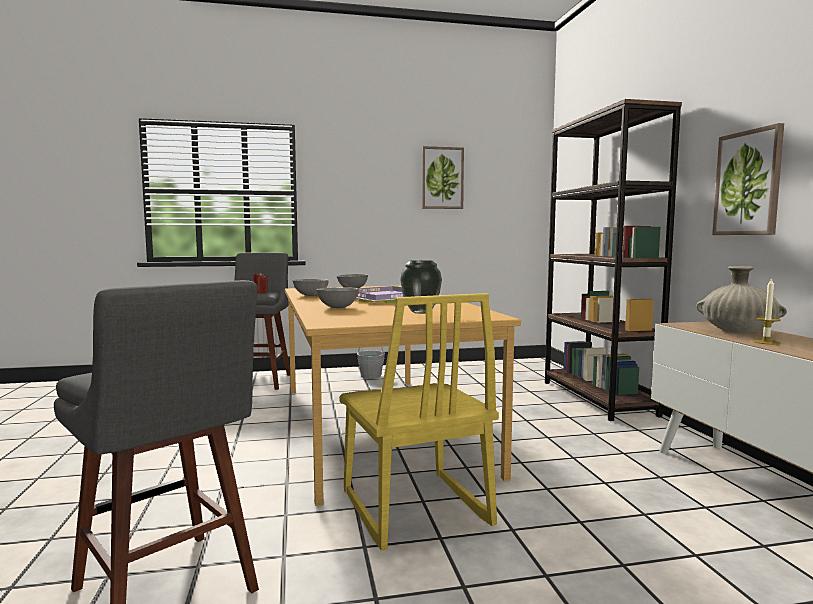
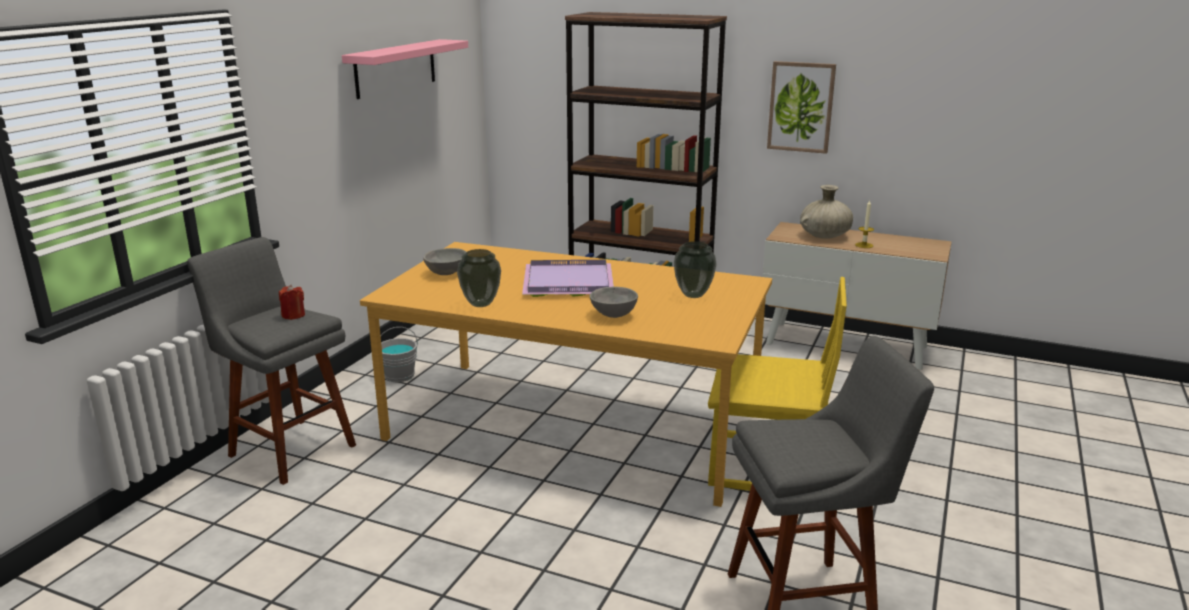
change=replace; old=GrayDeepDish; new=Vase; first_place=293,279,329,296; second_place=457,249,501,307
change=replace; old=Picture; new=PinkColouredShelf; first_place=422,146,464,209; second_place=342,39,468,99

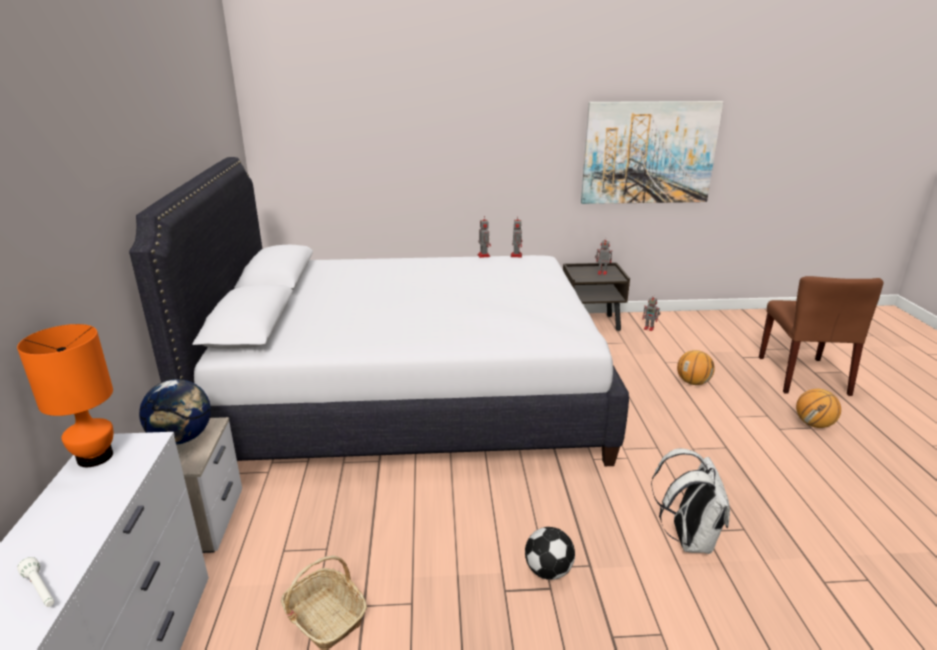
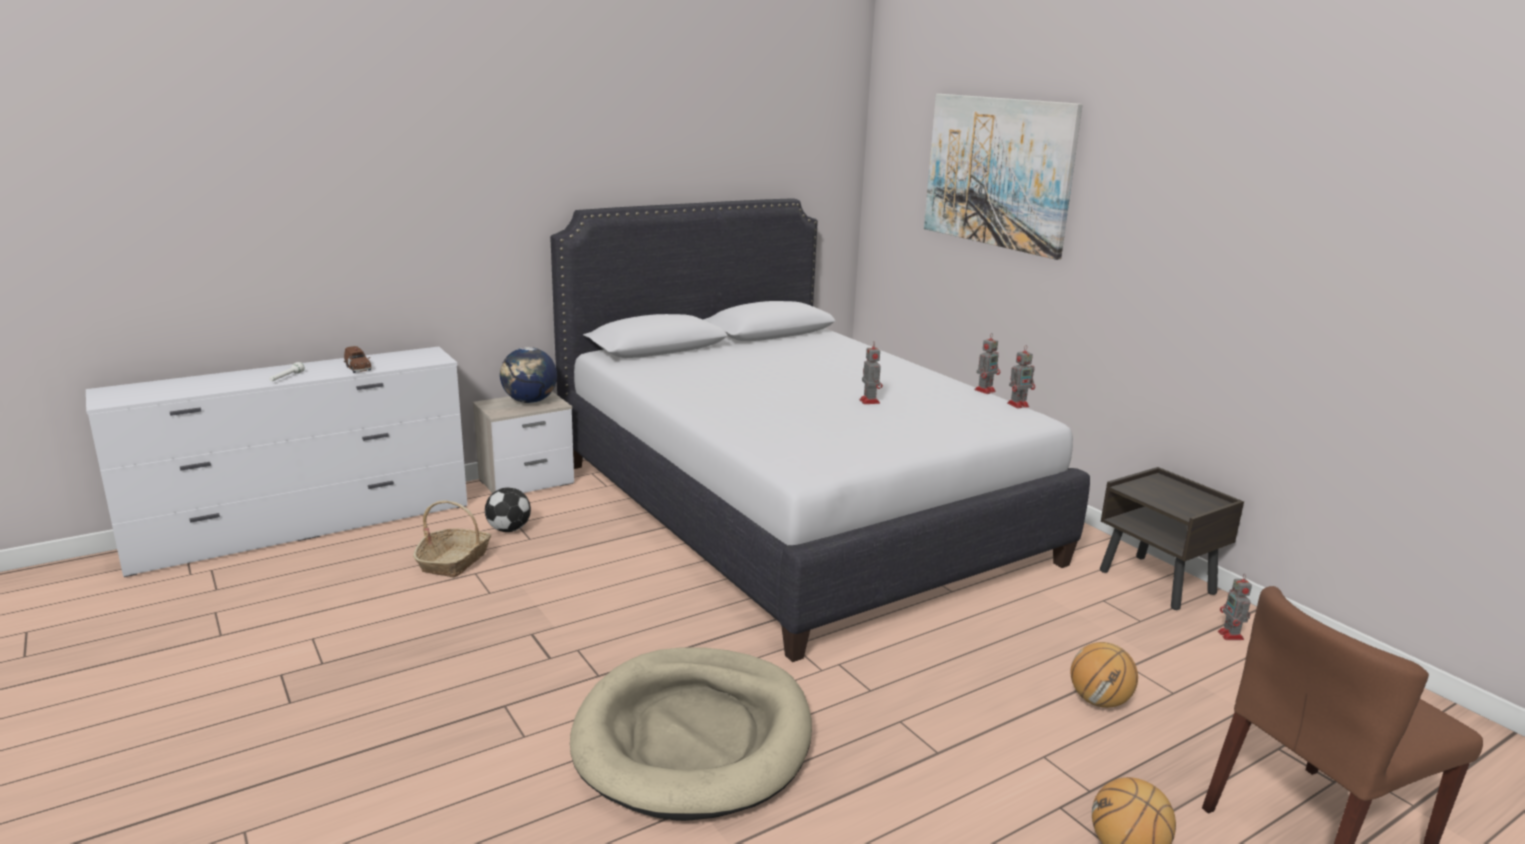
change=delete; old=OrangeTableLamp; first_place=17,324,113,467
change=move; old=FootballBall; first_place=525,527,575,580; second_place=485,487,531,532
change=move; old=Picture; first_place=581,101,723,204; second_place=924,94,1083,260
change=move; old=ModelRobot; first_place=595,237,612,275; second_place=859,342,883,404
change=replace; old=WhitishKnapsack; new=SandColouredDogBed; first_place=651,448,730,554; second_place=570,647,812,821
change=insert; new=BrownishModelCar; second_place=344,346,371,373

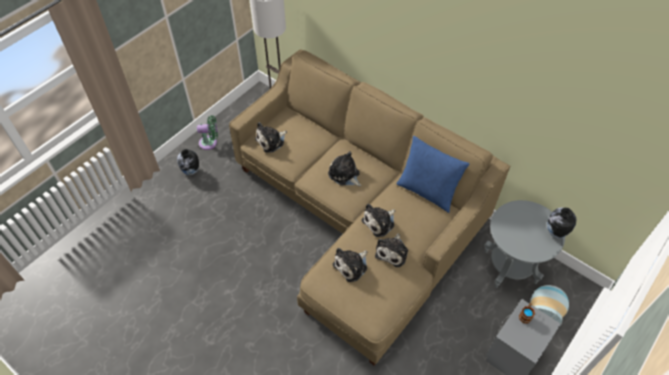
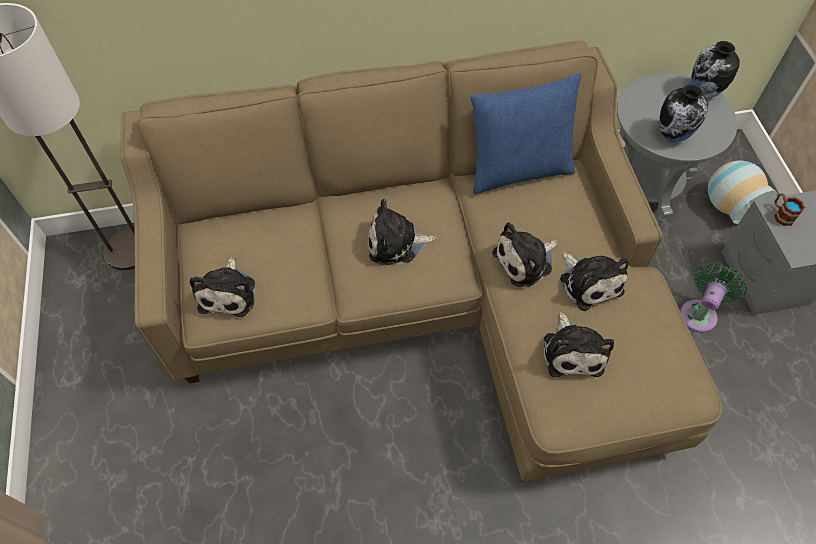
change=move; old=Vase; first_place=177,149,199,175; second_place=659,84,708,142
change=move; old=GreenishElectricFan; first_place=197,115,218,150; second_place=680,263,747,333
change=rotate; old=PlushToy; first_place=361,204,395,237; second_place=492,222,558,287; degrees=60

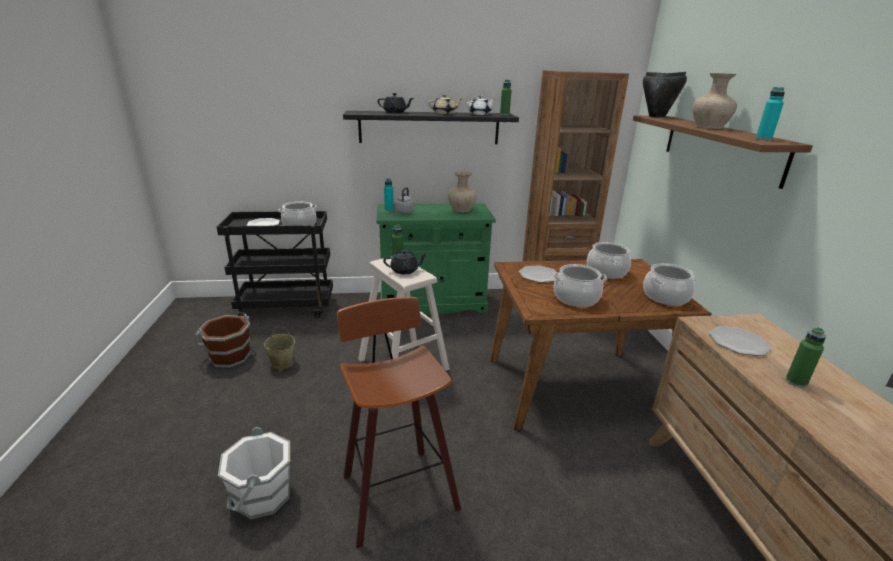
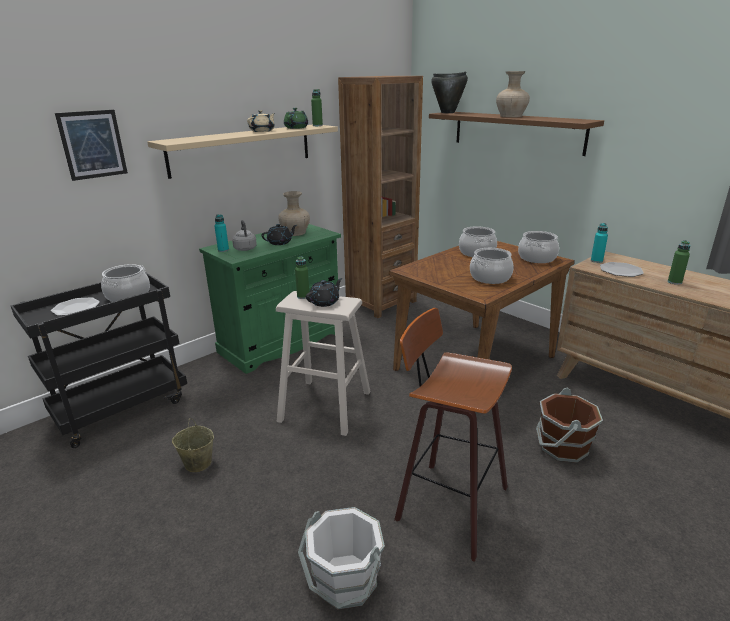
change=move; old=BrownishWaterBucket; first_place=195,313,251,368; second_place=536,388,603,463
change=recolor; old=BlackColouredShelf; new=SandColouredShelf; first_place=343,111,519,144; second_place=147,124,338,179
change=move; old=BlackColouredPotForTea; first_place=377,93,414,113; second_place=261,224,297,245
change=recolor; old=WhitishPotForTea; new=GreenishPotForTea; first_place=467,95,495,115; second_place=284,108,308,129
change=delete; old=DinnerPlate; first_place=519,265,557,283
change=move; old=BlueGreenBeverageBottle; first_place=756,87,785,140; second_place=591,223,608,263
change=insert; new=Picture; second_place=55,110,128,181

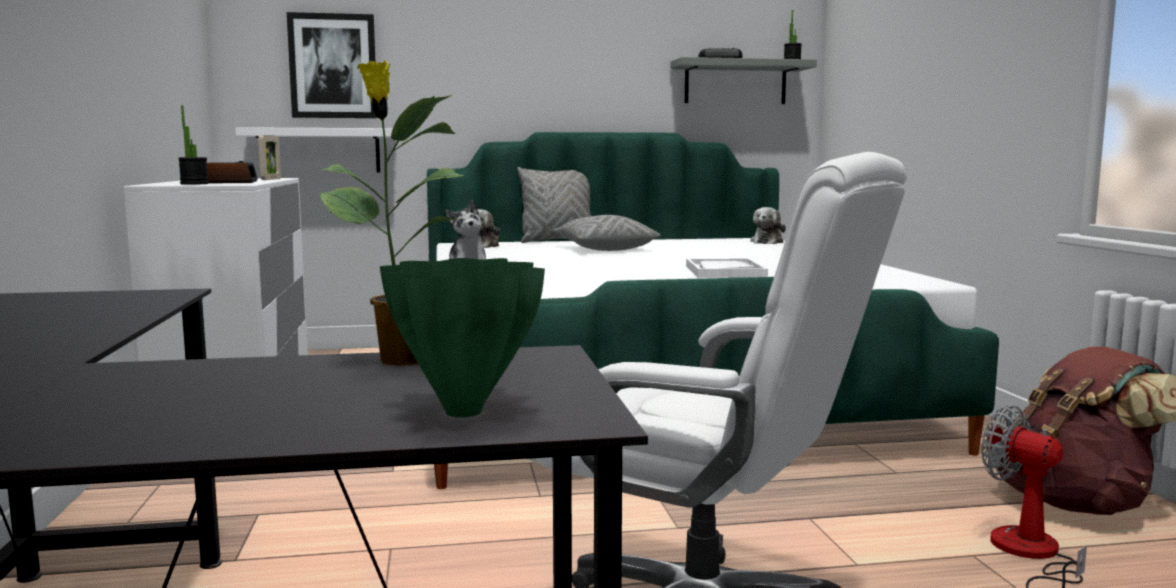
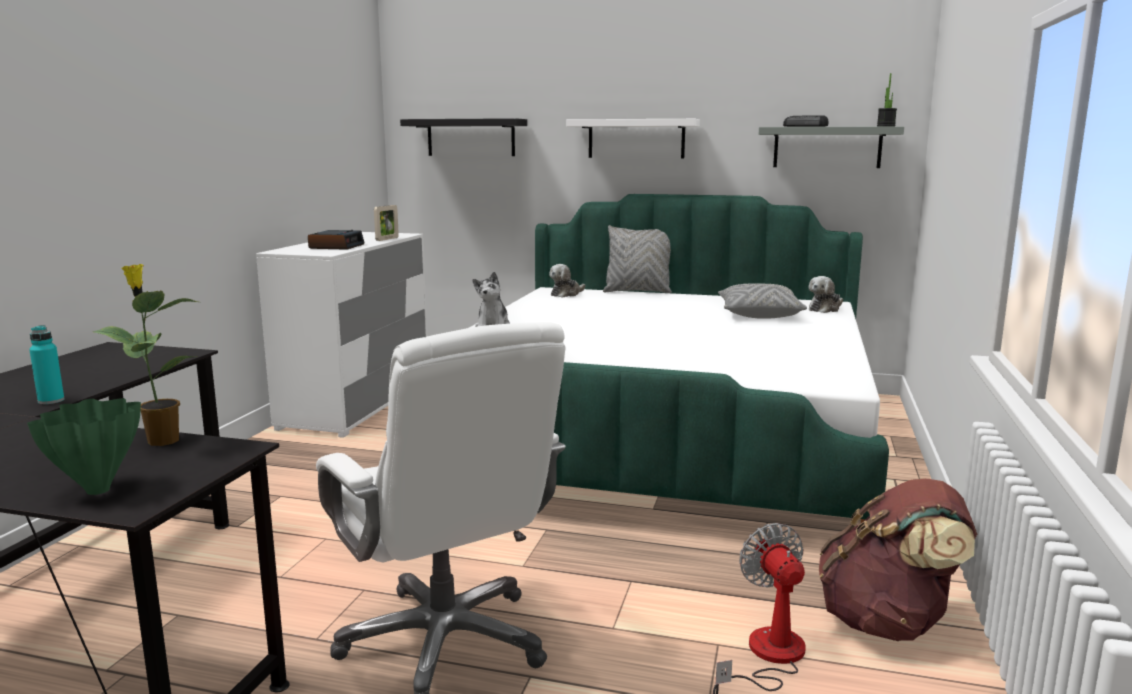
change=delete; old=PlantInAPot; first_place=178,105,209,185
change=move; old=WhitishShelf; first_place=235,127,393,172; second_place=566,119,700,158
change=replace; old=Picture; new=BlackColouredShelf; first_place=287,12,378,118; second_place=400,118,527,156
change=move; old=GrayThrowPillow; first_place=553,215,661,251; second_place=718,284,807,319
change=delete; old=WhitishServingTray; first_place=686,258,768,278
change=insert; new=BlueGreenBeverageBottle; second_place=29,325,64,404

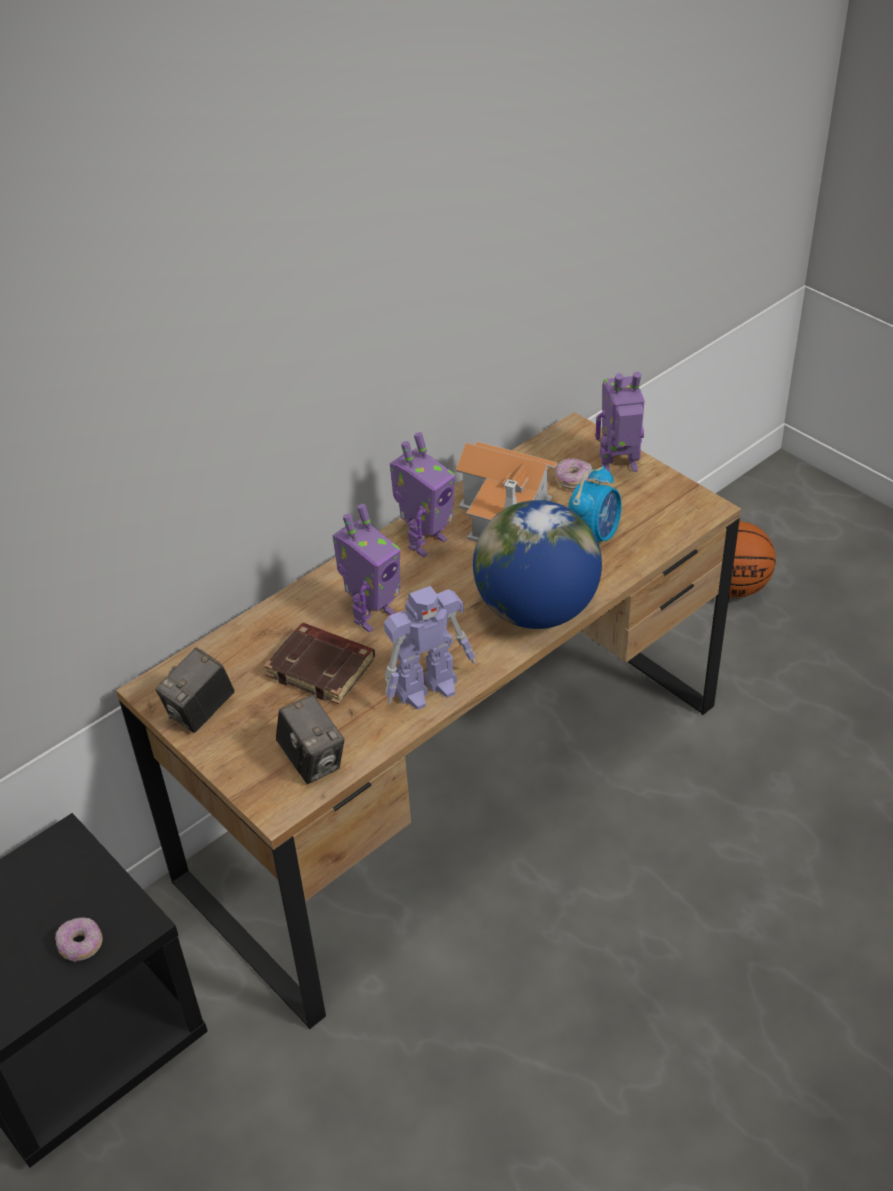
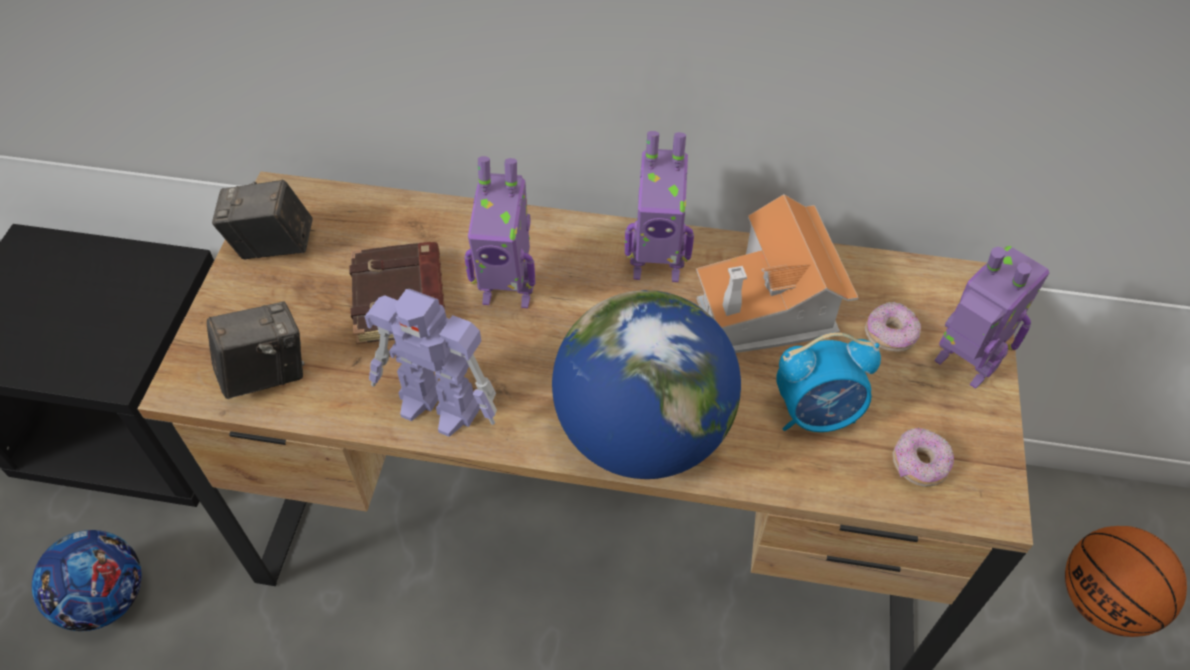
change=move; old=Donut; first_place=55,917,103,963; second_place=892,428,954,487
change=rotate; old=PhotoCamera; first_place=276,695,344,784; second_place=207,301,305,399; degrees=-135
change=insert; new=FootballBall; second_place=32,530,142,631

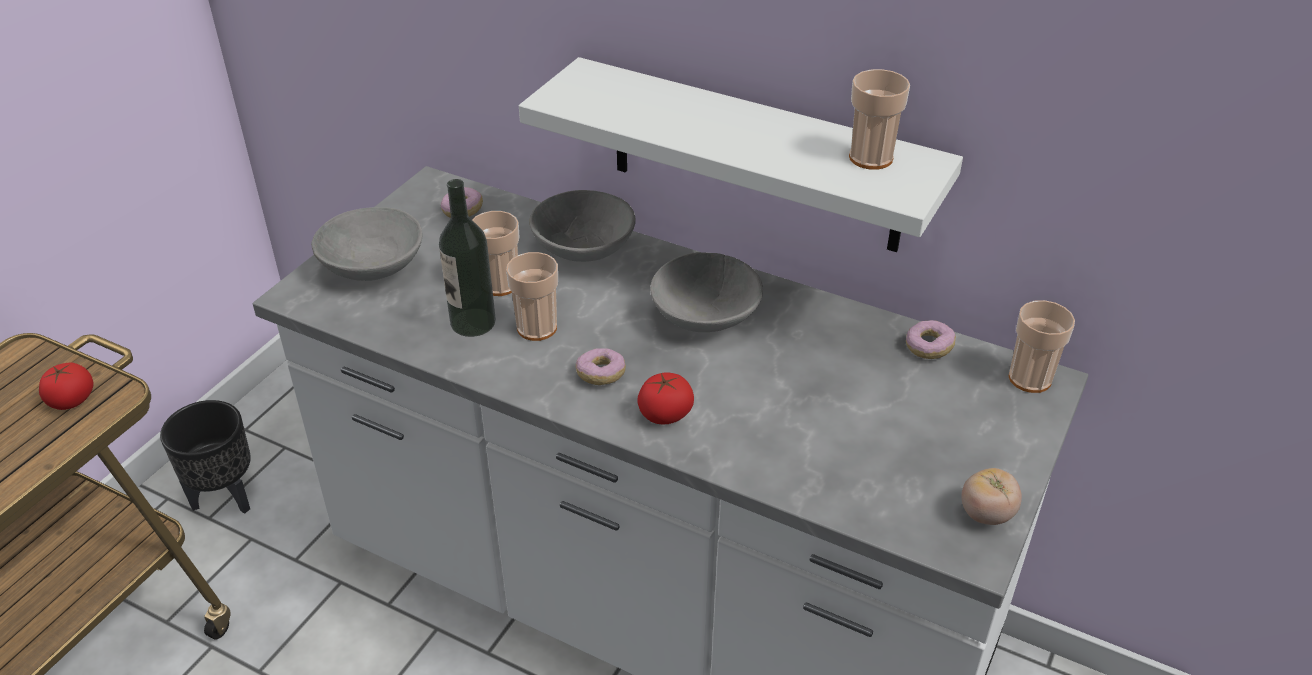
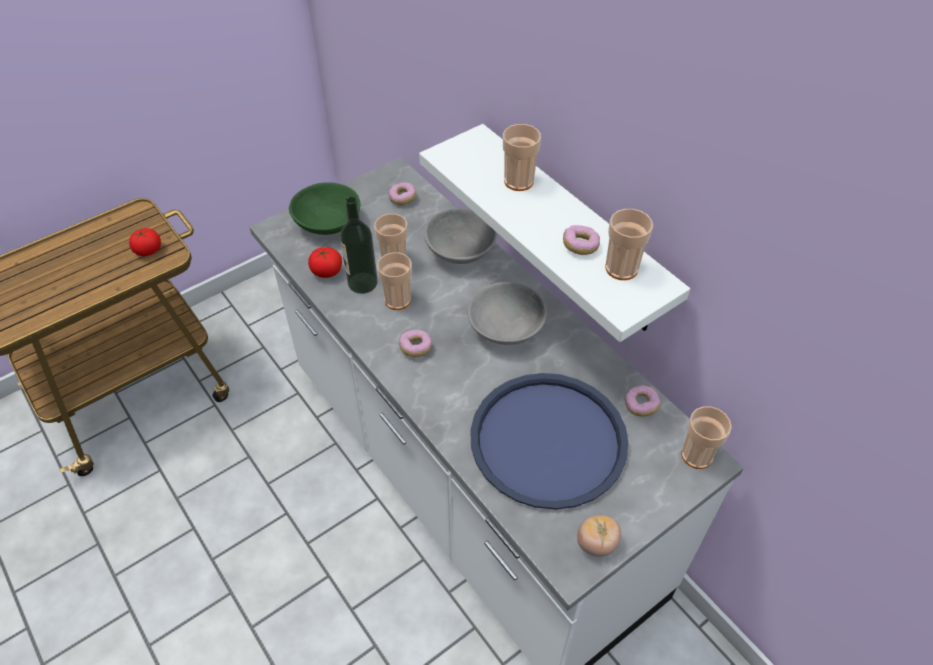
change=delete; old=BlackColouredFlowerPot; first_place=160,400,251,514
change=recolor; old=GrayDeepDish; new=GreenishDeepDish; first_place=311,207,422,281; second_place=289,183,360,235
change=move; old=Tomato; first_place=638,372,694,424; second_place=308,247,342,278
change=insert; new=BlueServingTray; second_place=470,373,629,509
change=insert; new=Cup; second_place=503,124,541,191
change=insert; new=Donut; second_place=563,225,600,255

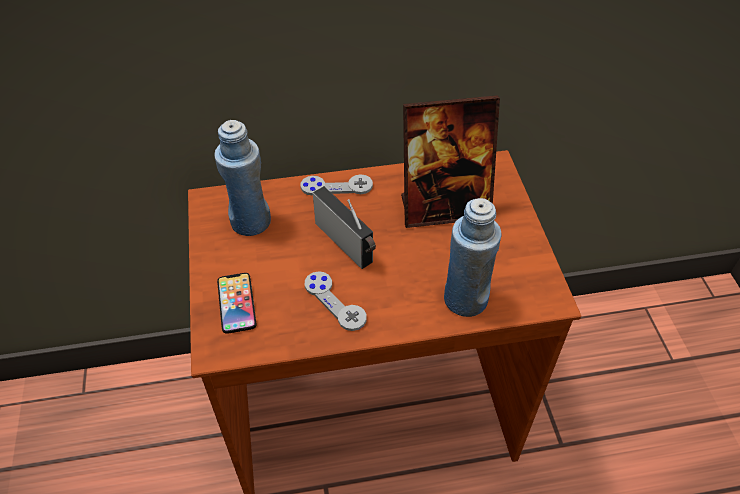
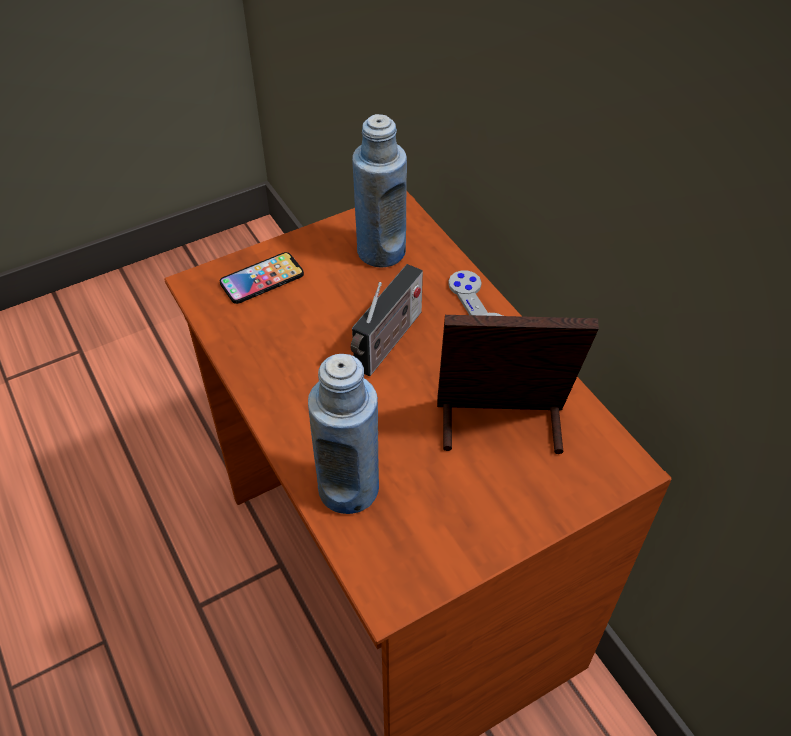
change=delete; old=GrayGameController; first_place=305,271,367,331
change=rotate; old=PictureFrame; first_place=401,95,500,228; second_place=437,315,599,454; degrees=120

